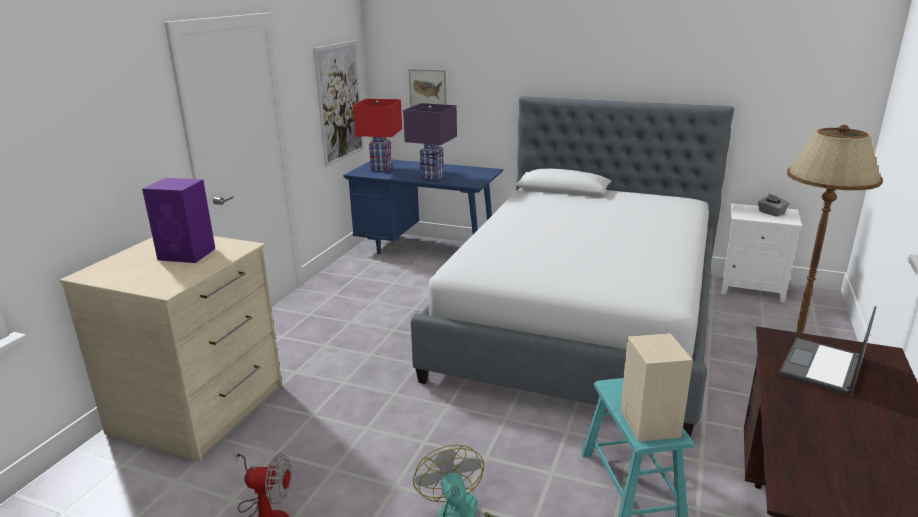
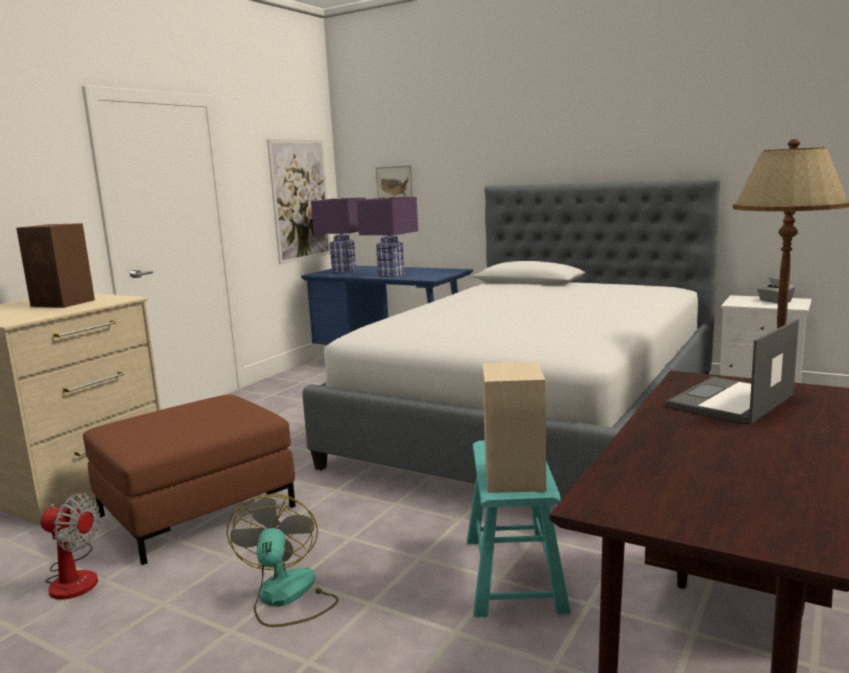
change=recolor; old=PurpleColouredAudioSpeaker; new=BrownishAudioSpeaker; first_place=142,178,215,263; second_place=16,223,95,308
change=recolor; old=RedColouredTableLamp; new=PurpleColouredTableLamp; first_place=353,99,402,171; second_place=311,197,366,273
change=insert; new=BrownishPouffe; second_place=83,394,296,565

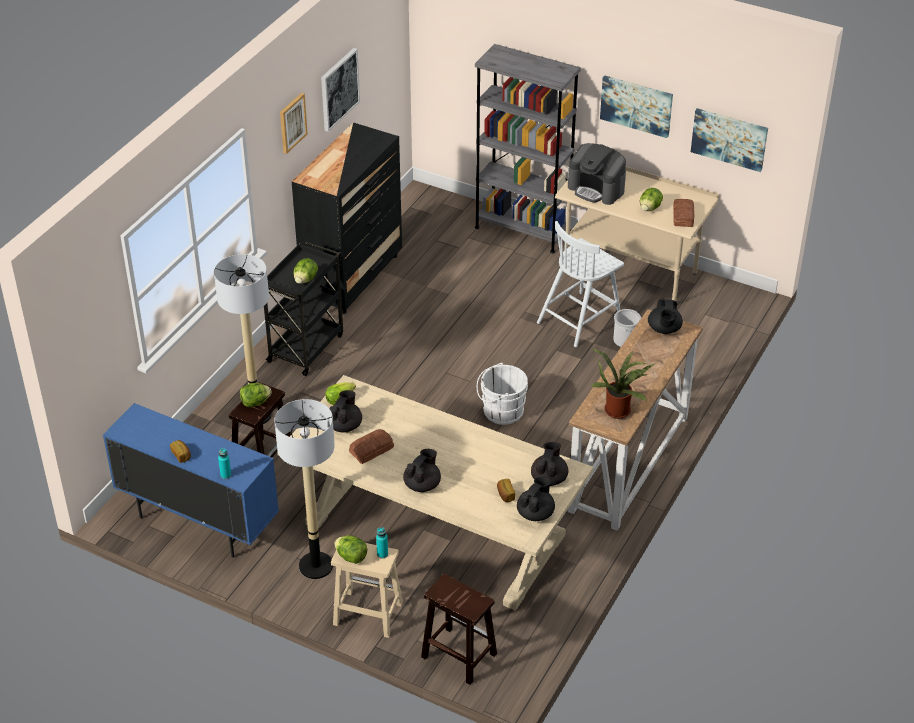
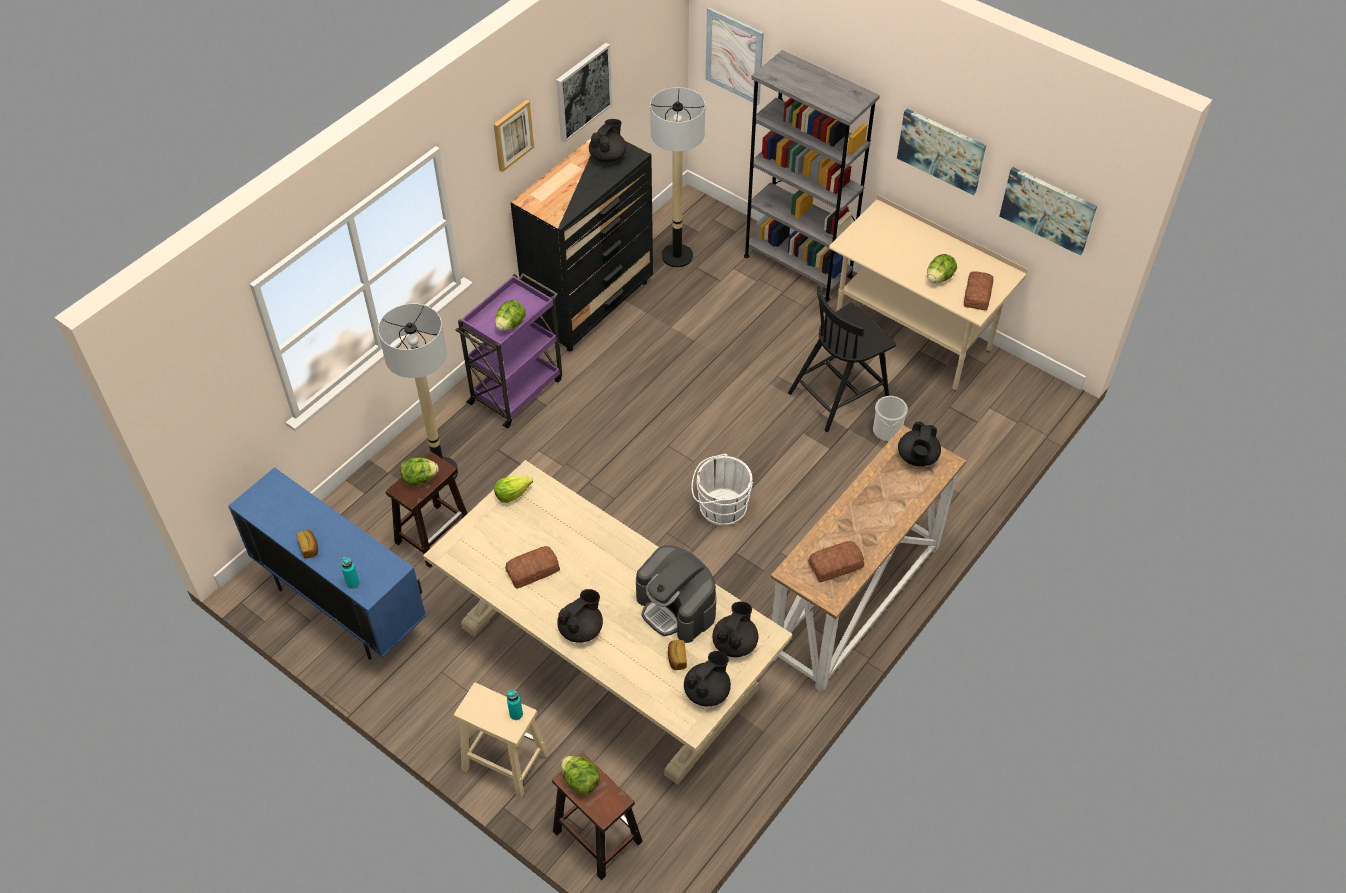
change=recolor; old=BlackColouredTrolley; new=PurpleColouredTrolley; first_place=264,242,343,376; second_place=455,273,562,428
change=move; old=StandingLamp; first_place=274,399,335,579; second_place=650,87,705,268
change=move; old=BlackColouredPotForTea; first_place=330,390,362,432; second_place=589,119,626,162
change=move; old=Lettuce; first_place=334,535,368,564; second_place=561,756,600,795
change=recolor; old=WhitishChair; new=BlackColouredChair; first_place=537,221,624,347; second_place=788,286,896,432
change=move; old=CoffeeMaker; first_place=568,143,626,205; second_place=636,545,716,643
change=replace; old=PlantInAPot; new=BakeryBread; first_place=590,348,655,419; second_place=808,541,864,583
change=insert; new=Picture; second_place=705,7,764,105

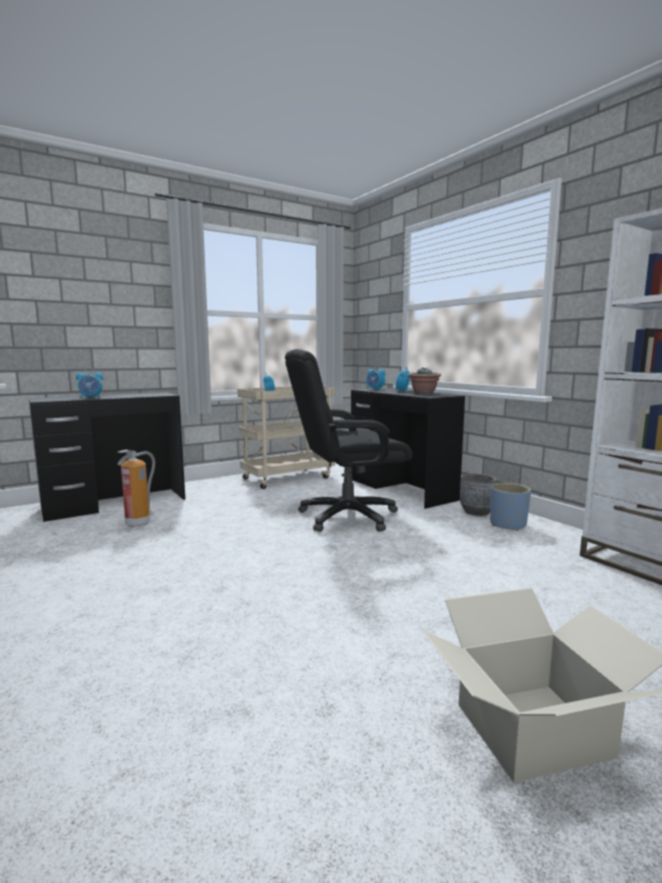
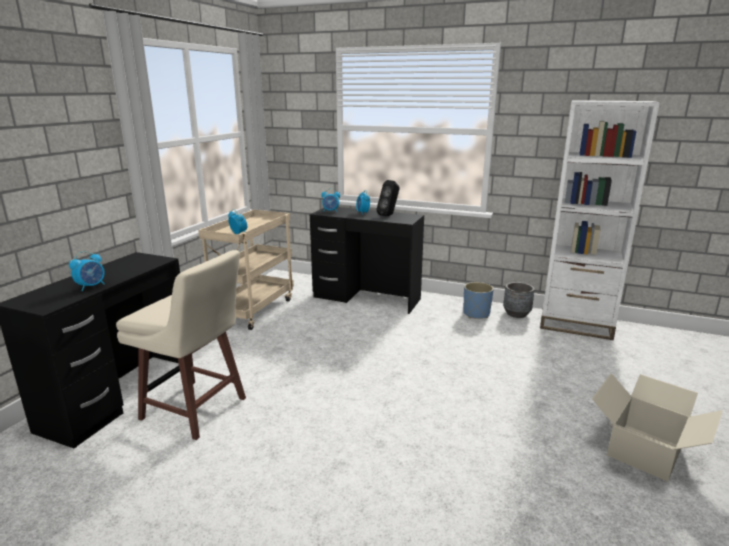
change=replace; old=Extinguisher; new=SandColouredStoolSeat; first_place=117,450,155,528; second_place=116,250,246,440
change=delete; old=BlackColouredOfficeChair; first_place=285,349,413,532
change=replace; old=PlantInAPot; new=BlackColouredAudioSpeaker; first_place=408,368,441,395; second_place=377,180,400,216
change=move; old=GrayFlowerPot; first_place=460,474,497,516; second_place=503,282,535,318

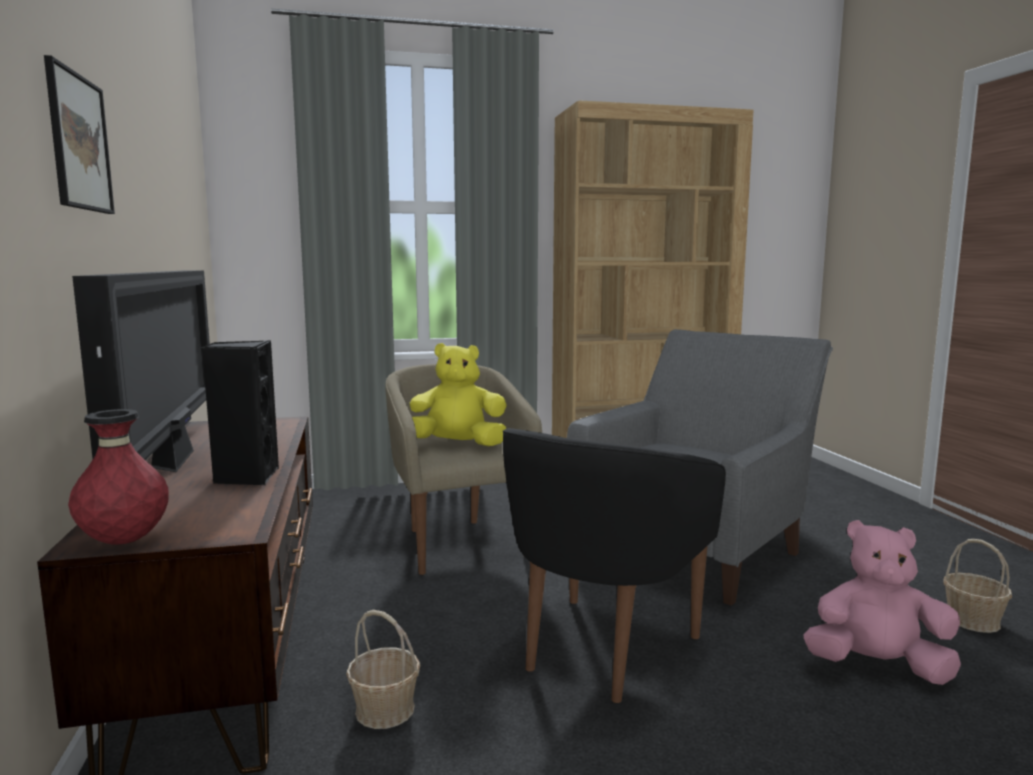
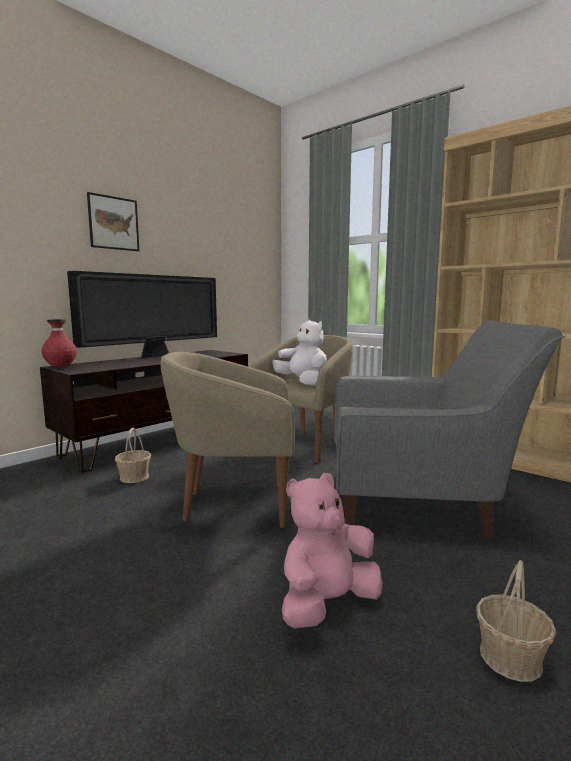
change=delete; old=BlackColouredAudioSpeaker; first_place=202,340,279,485
change=recolor; old=YellowColouredPlushToy; new=WhitishPlushToy; first_place=409,343,507,446; second_place=272,320,327,386
change=recolor; old=BlackColouredArmchair; new=SandColouredArmchair; first_place=503,428,726,703; second_place=160,352,295,528
change=rotate; old=PinkColouredPlushToy; first_place=803,520,961,685; second_place=282,473,383,629; degrees=-105

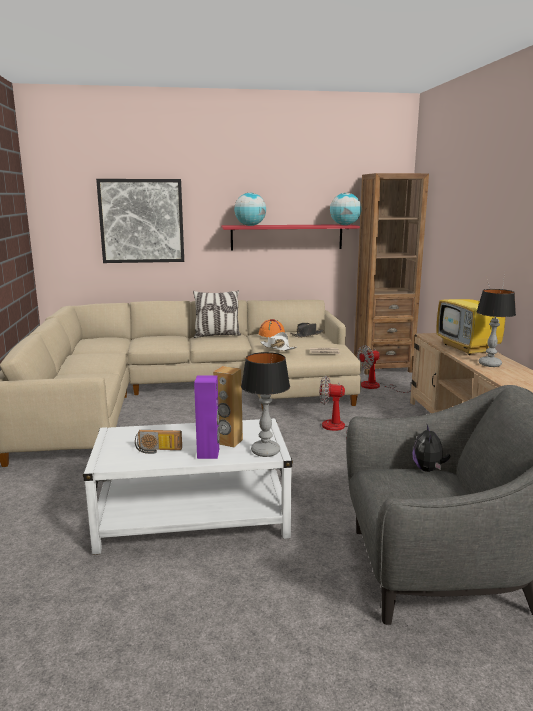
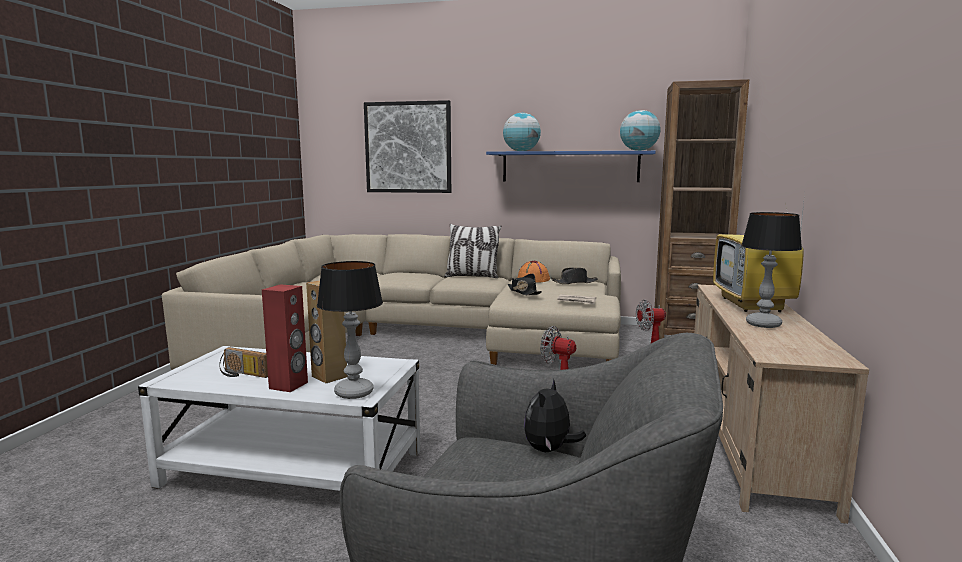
change=recolor; old=PurpleColouredAudioSpeaker; new=RedColouredAudioSpeaker; first_place=194,375,220,459; second_place=262,284,308,392
change=recolor; old=RedColouredShelf; new=BlueShelf; first_place=221,224,360,251; second_place=486,151,655,182
change=recolor; old=WhitishClothingHat; new=BlackColouredClothingHat; first_place=261,332,297,351; second_place=508,274,542,295

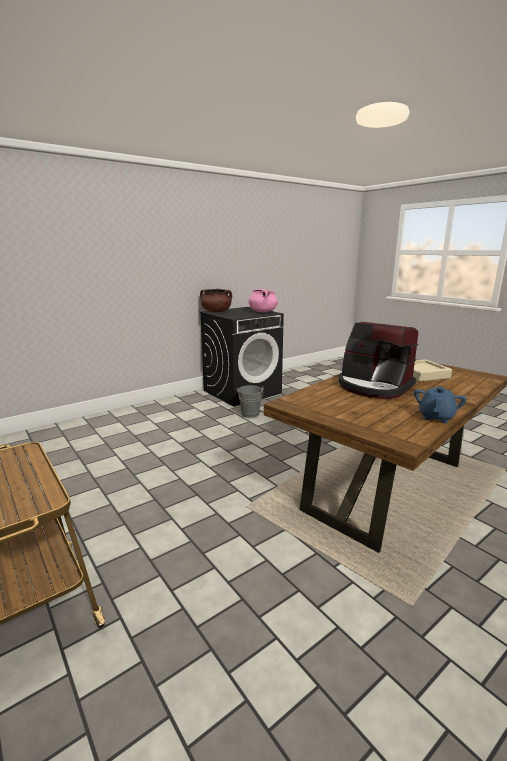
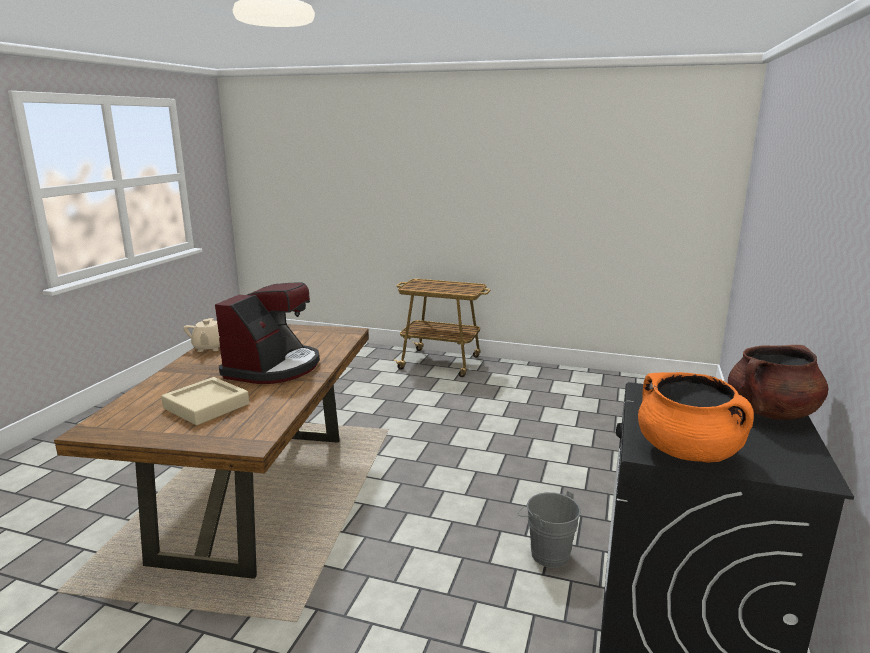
change=recolor; old=PinkColouredSaucepot; new=OrangeSaucepot; first_place=248,288,278,312; second_place=638,372,754,463
change=rotate; old=CoffeeMaker; first_place=339,322,418,399; second_place=215,282,320,384; degrees=105
change=recolor; old=BluePotForTea; new=SandColouredPotForTea; first_place=414,386,467,423; second_place=183,318,220,352

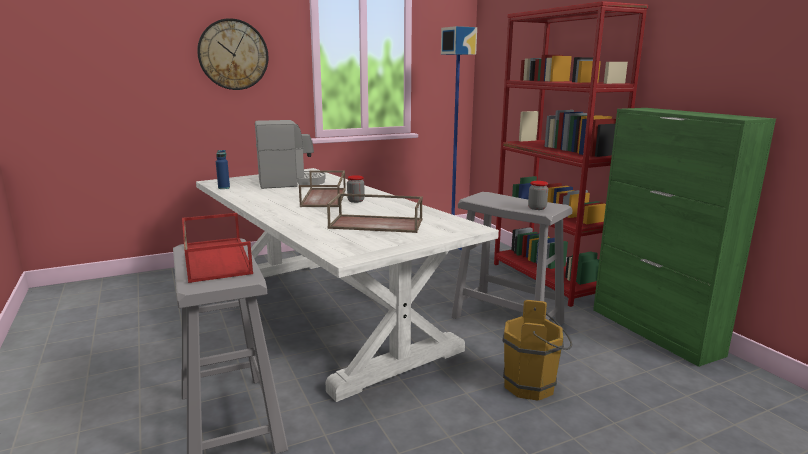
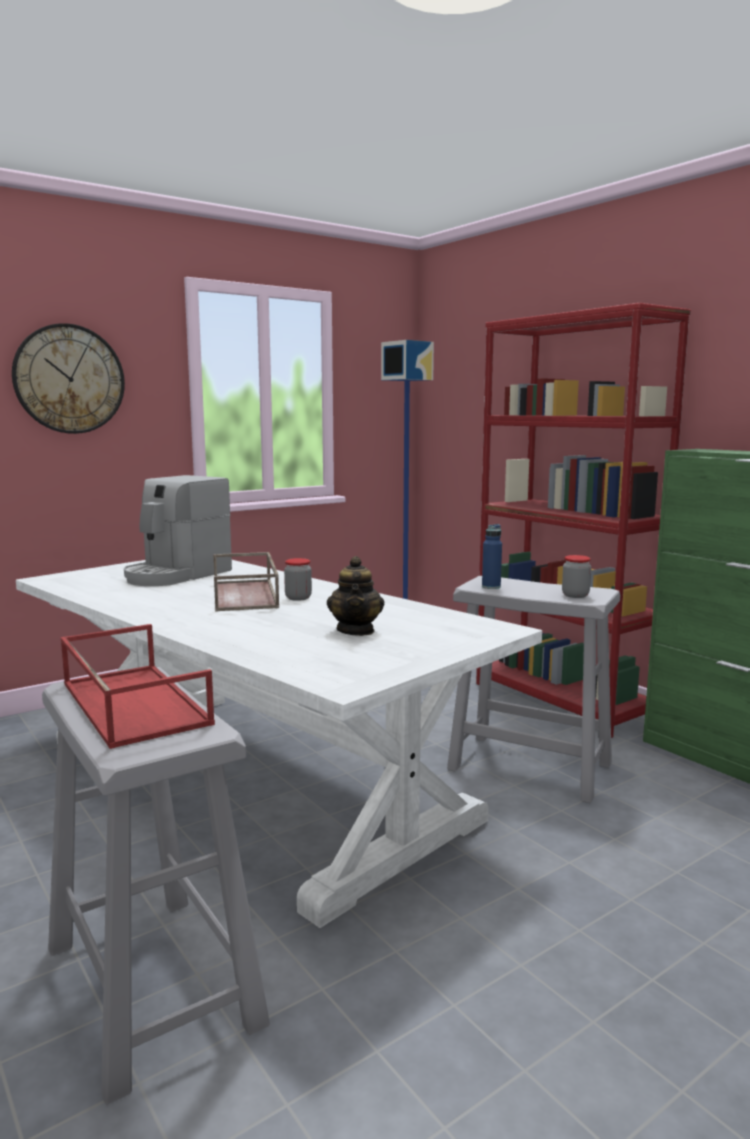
change=move; old=BlueBeverageBottle; first_place=216,150,230,189; second_place=482,524,502,589
change=rotate; old=CoffeeMaker; first_place=255,120,326,189; second_place=124,475,232,586; degrees=150
change=replace; old=BrownishServingTray; new=PotForTea; first_place=327,193,423,233; second_place=327,556,384,636
change=delete; old=BrownishWaterBucket; first_place=502,300,572,401

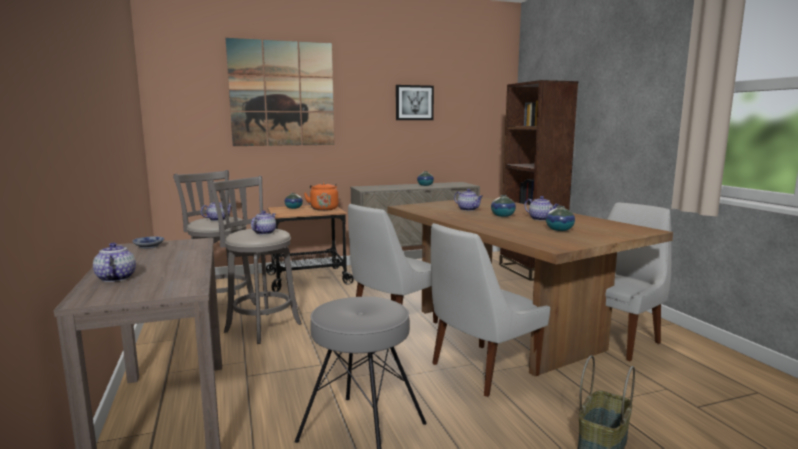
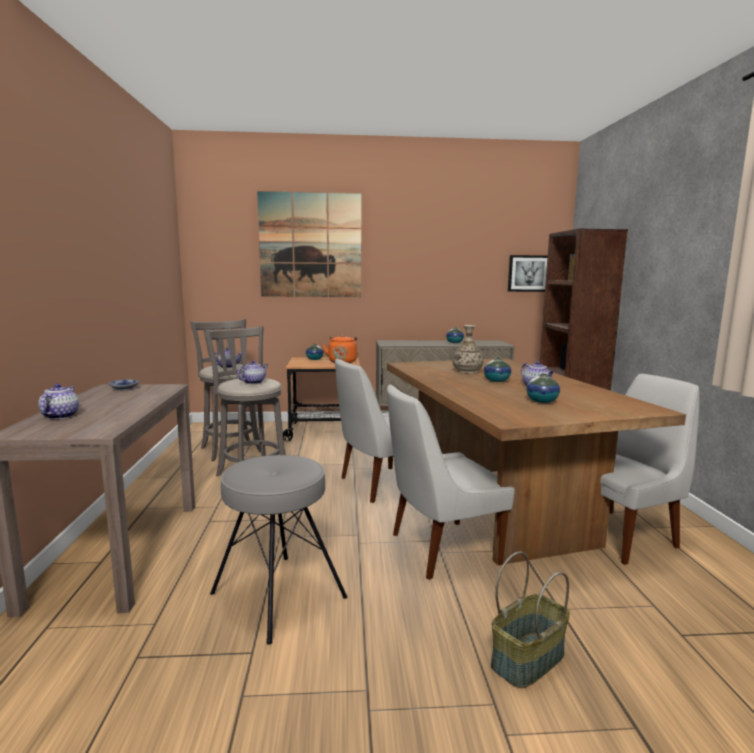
change=move; old=Picture; first_place=396,85,434,120; second_place=508,255,548,292
change=replace; old=PotForTea; new=Vase; first_place=454,189,483,211; second_place=452,325,483,374

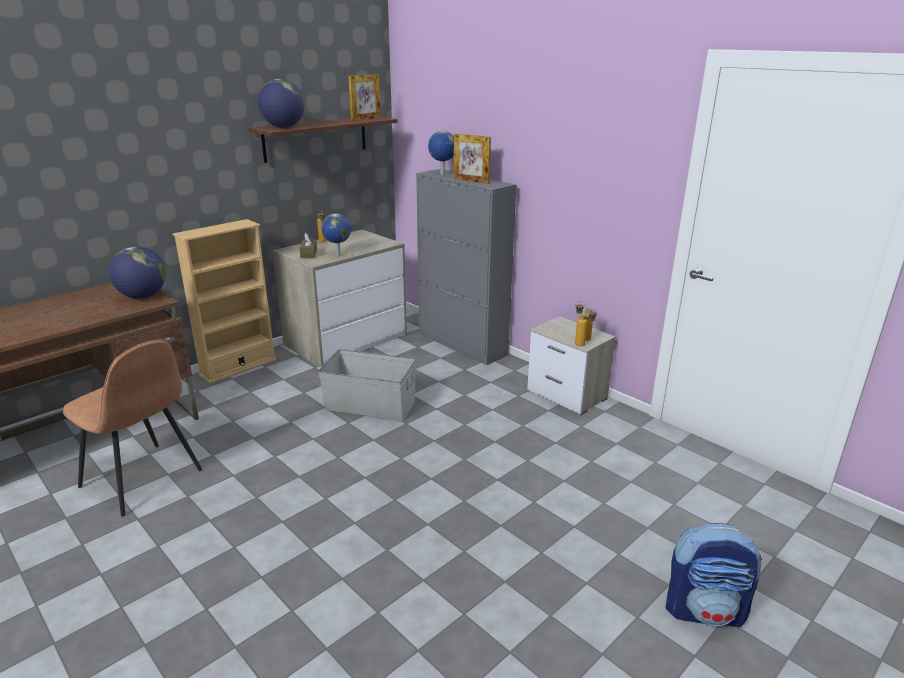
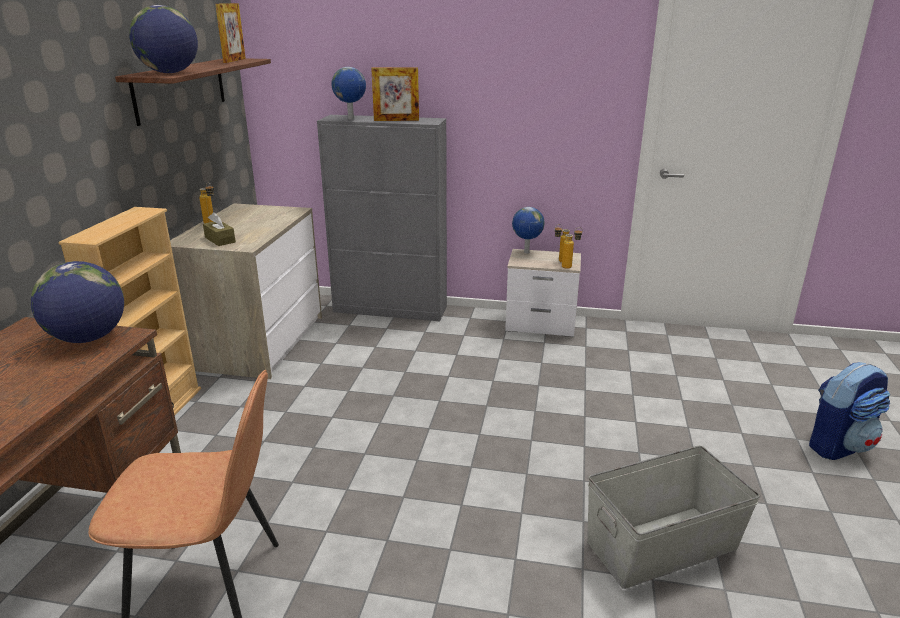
change=move; old=GrayStorageContainer; first_place=318,349,416,421; second_place=587,446,760,589
change=move; old=Globe; first_place=322,213,351,256; second_place=512,207,545,253

